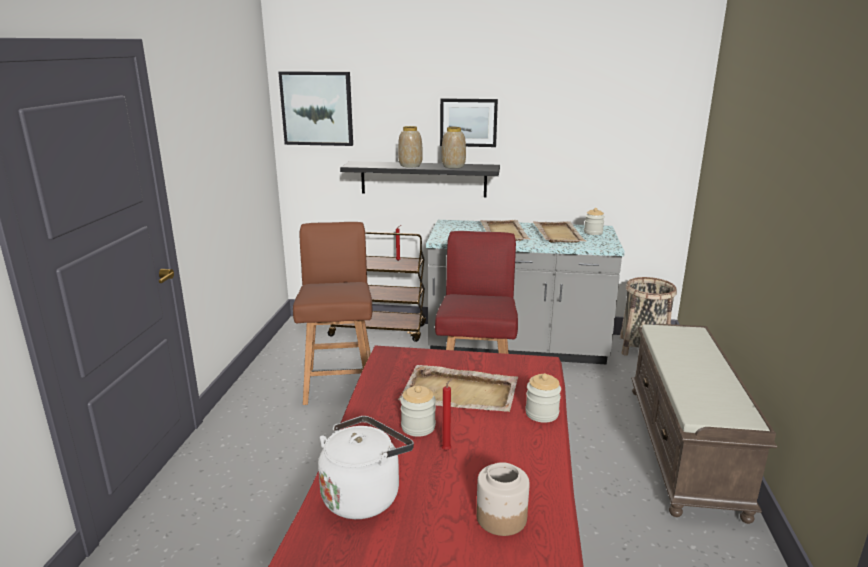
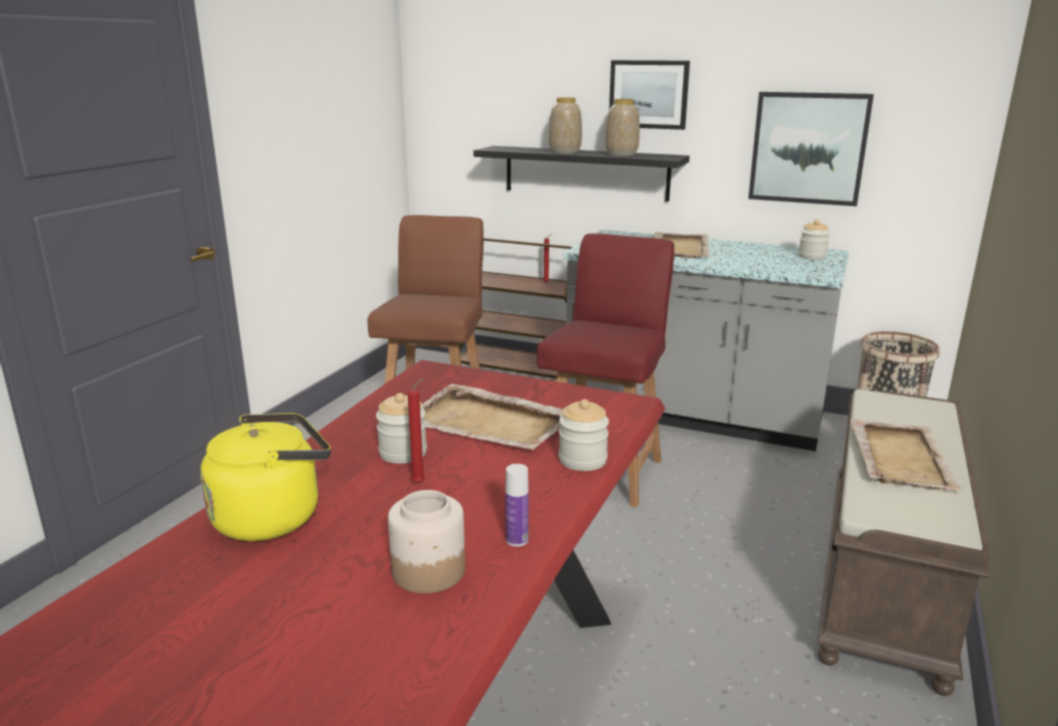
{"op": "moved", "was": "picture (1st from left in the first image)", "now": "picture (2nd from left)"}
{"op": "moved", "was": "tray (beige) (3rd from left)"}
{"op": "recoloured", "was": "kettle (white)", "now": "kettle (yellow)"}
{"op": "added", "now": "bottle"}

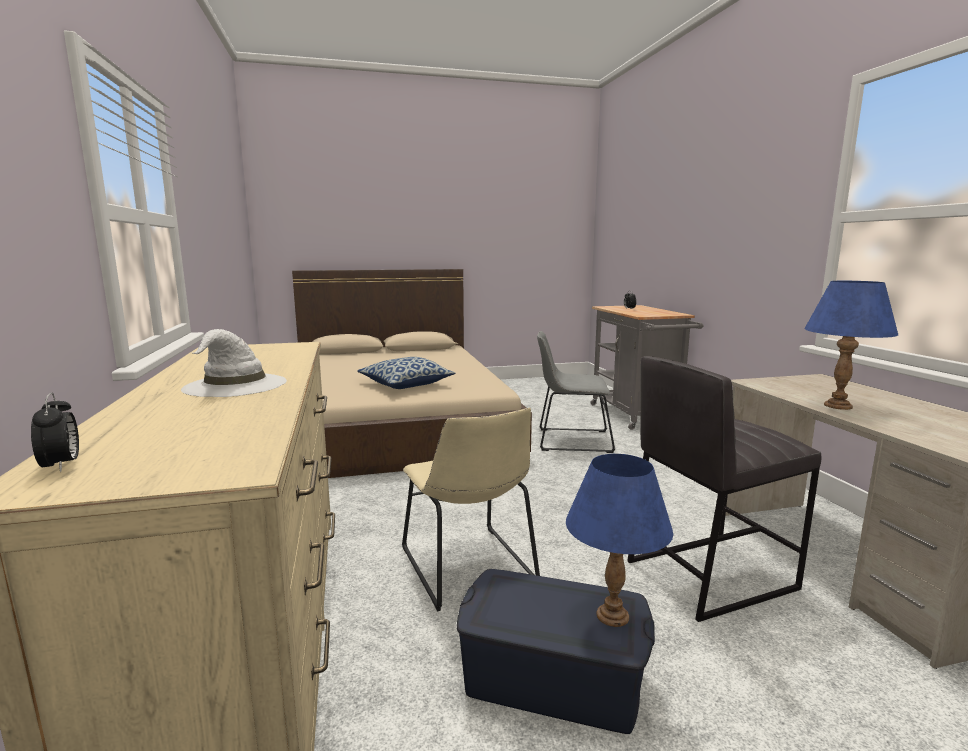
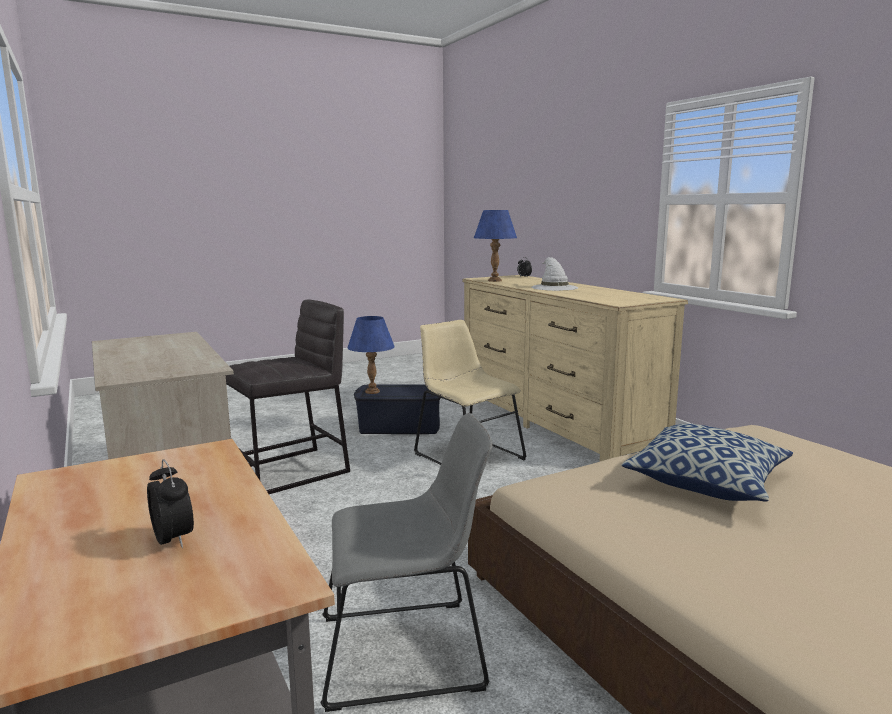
{"op": "moved", "was": "table lamp (blue) (2nd from left)"}

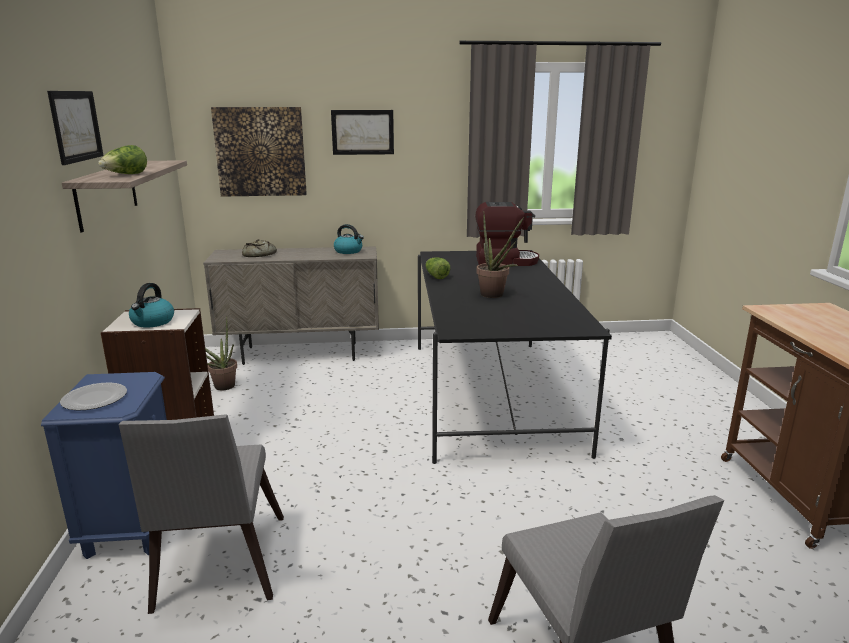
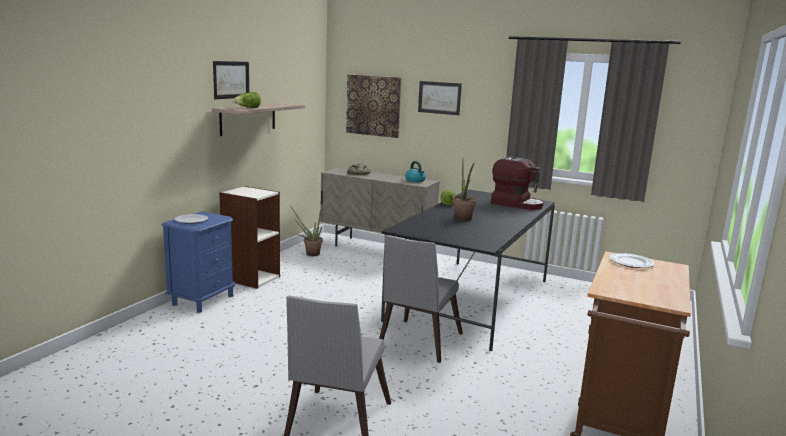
{"op": "removed", "was": "kettle (1st from left)"}
{"op": "moved", "was": "chair (grey) (1st from left in the first image)", "now": "chair (grey) (2nd from left)"}
{"op": "added", "now": "plate (2nd from left)"}

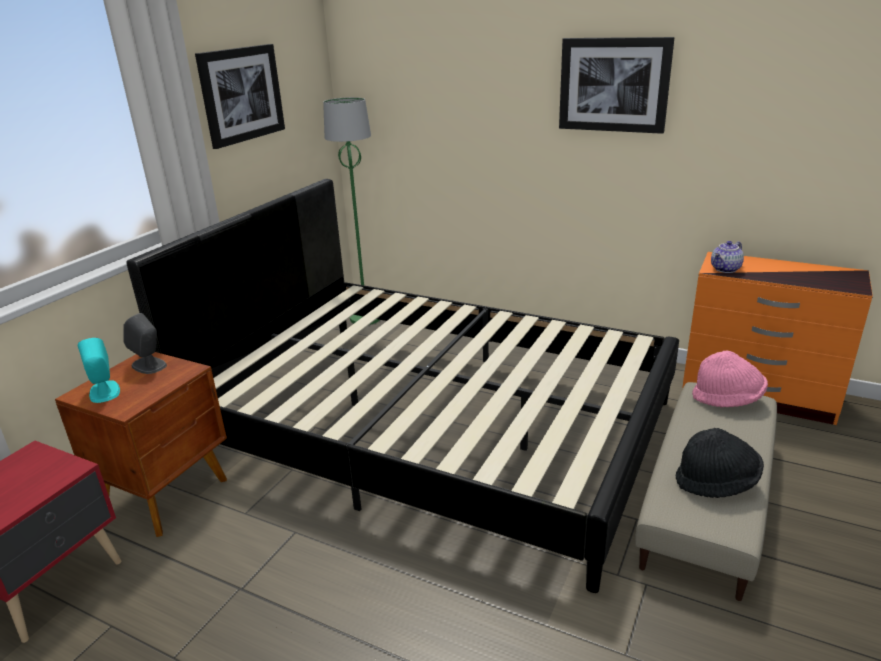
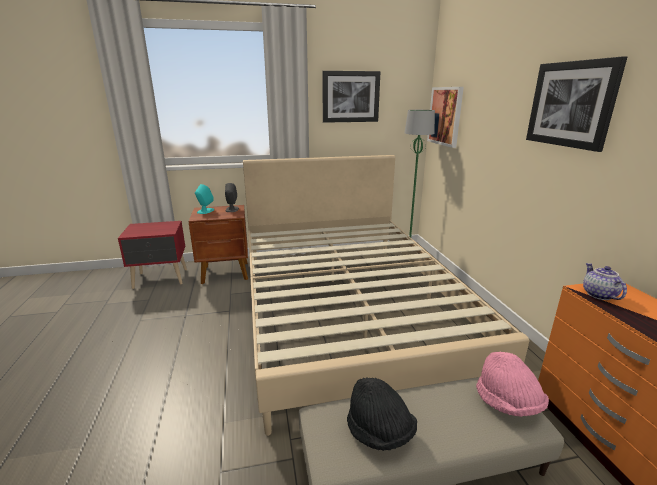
{"op": "recoloured", "was": "bed (black)", "now": "bed (beige)"}
{"op": "turned", "was": "teapot", "clockwise": 75}
{"op": "added", "now": "picture (2nd from left)"}

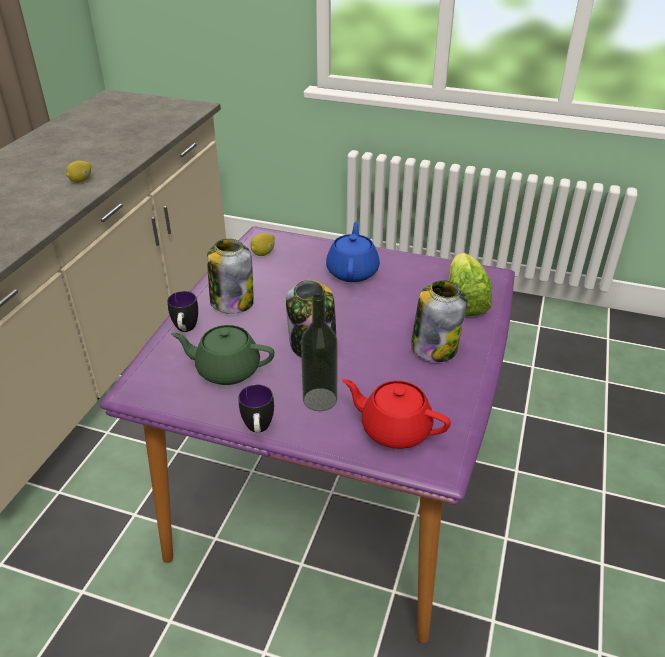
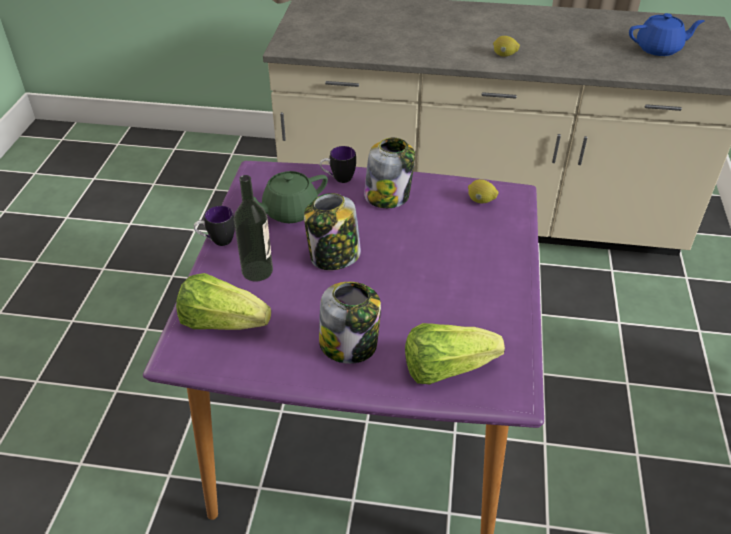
{"op": "moved", "was": "teapot (blue)"}
{"op": "turned", "was": "teapot (green)", "clockwise": -120}
{"op": "replaced", "was": "teapot (red)", "now": "lettuce (1st from left)"}

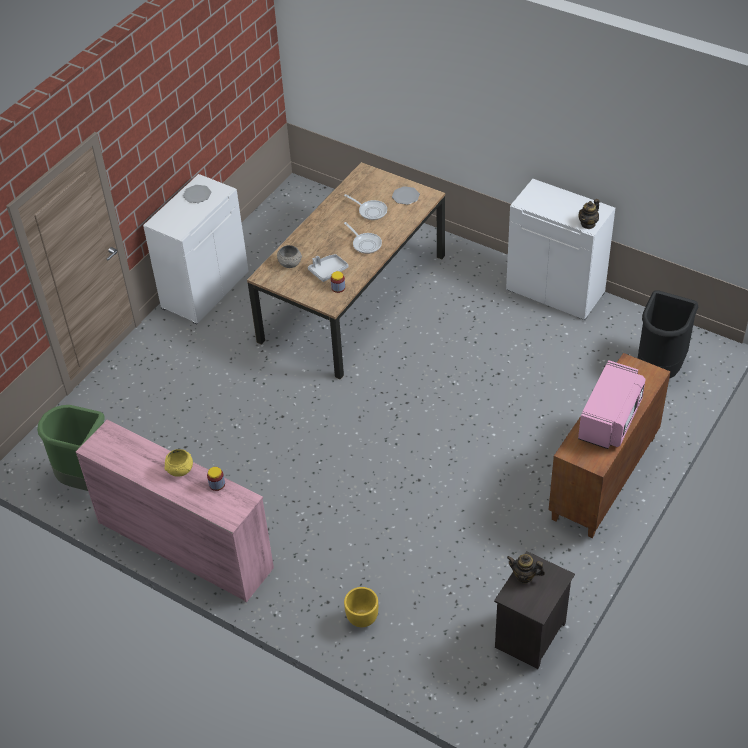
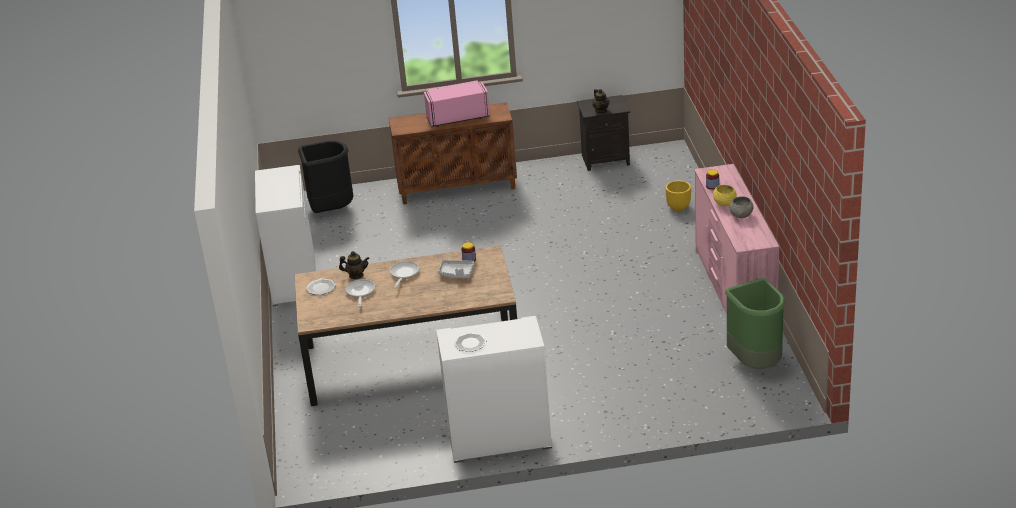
{"op": "moved", "was": "teapot (2nd from left in the first image)", "now": "teapot (1st from left)"}
{"op": "moved", "was": "bowl (grey)"}

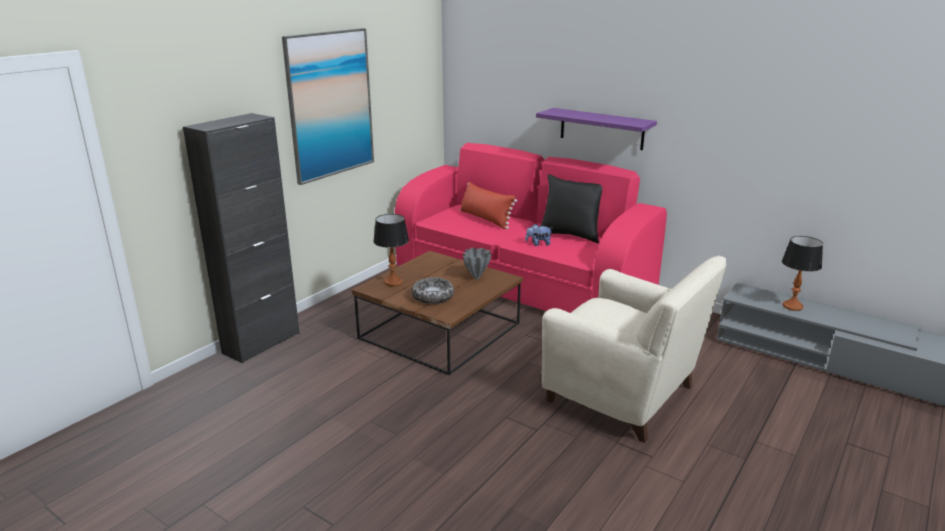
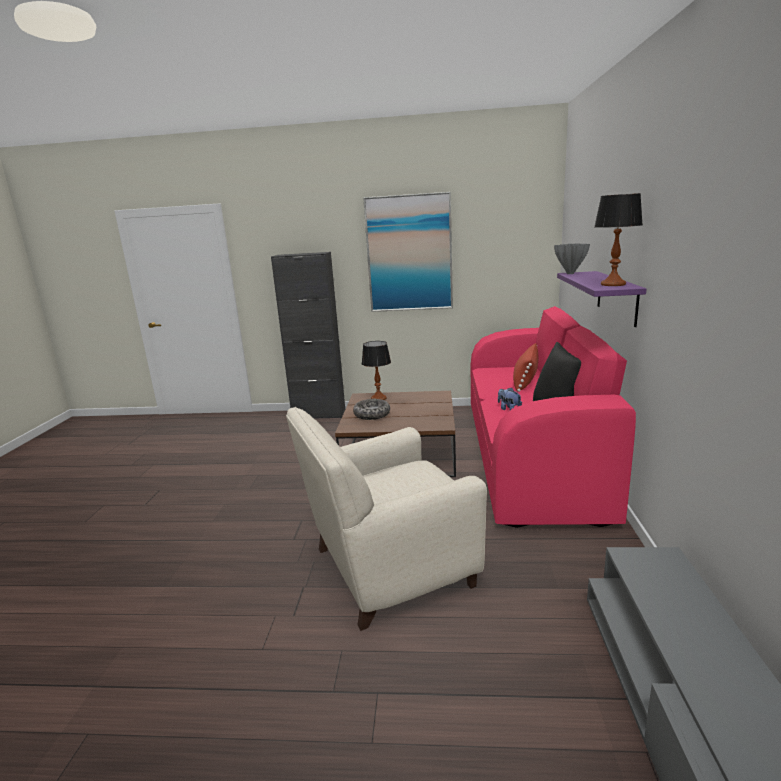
{"op": "moved", "was": "table lamp (2nd from left)"}
{"op": "moved", "was": "vase (grey)"}
{"op": "turned", "was": "armchair (beige)", "clockwise": 60}

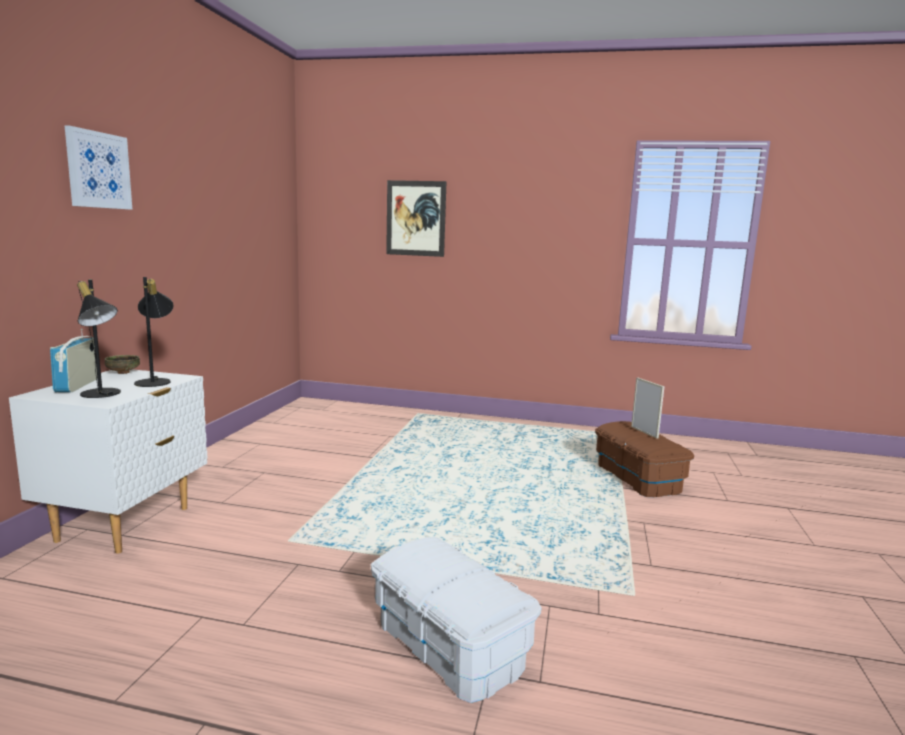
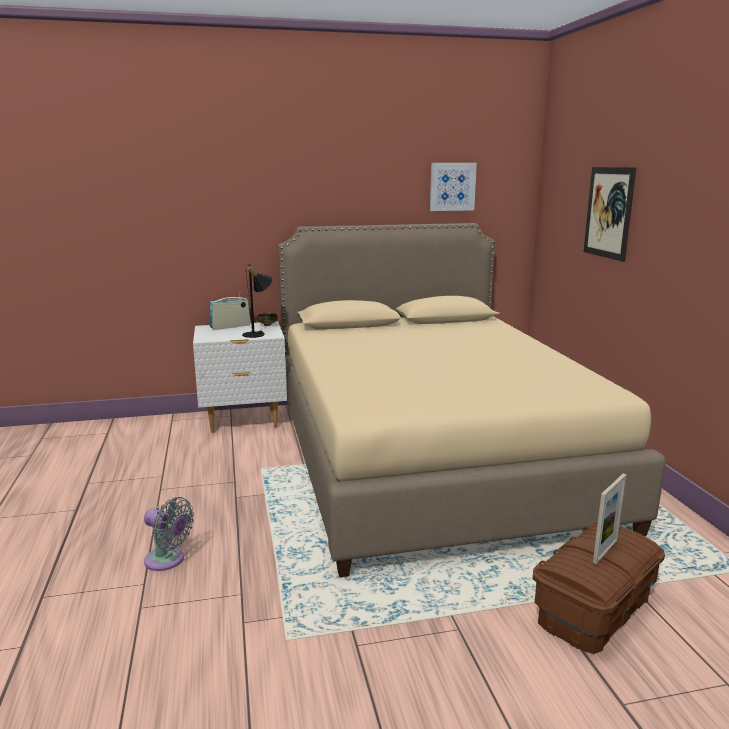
{"op": "moved", "was": "picture (1st from left)"}
{"op": "removed", "was": "table lamp (black) (1st from left)"}
{"op": "replaced", "was": "storage box (white)", "now": "fan (grey)"}
{"op": "added", "now": "bed (beige)"}

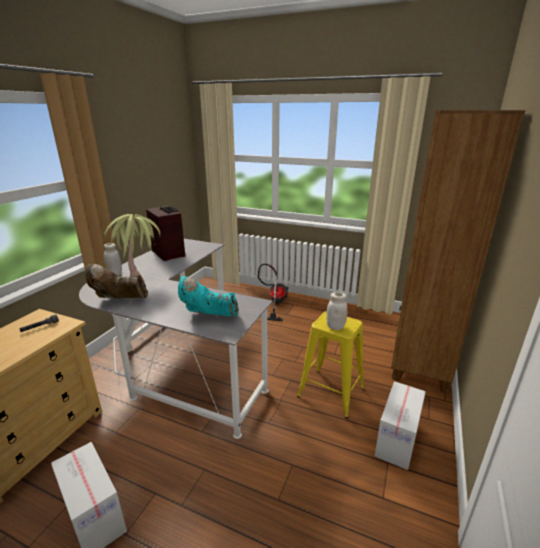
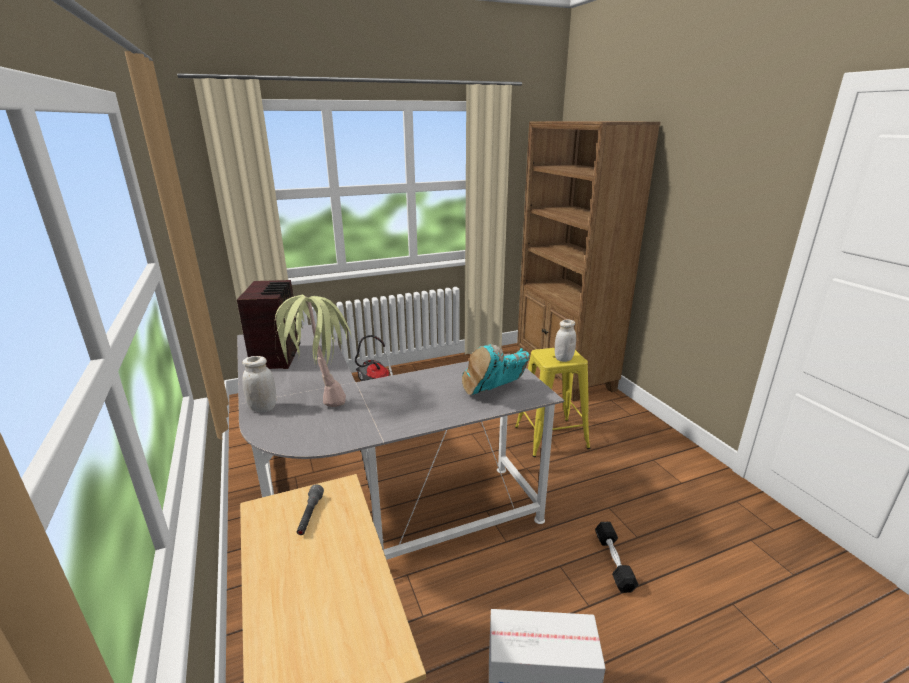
{"op": "turned", "was": "radio", "clockwise": 75}
{"op": "removed", "was": "boot (brown)"}
{"op": "removed", "was": "cardboard box (2nd from left)"}
{"op": "added", "now": "dumbbell (black)"}

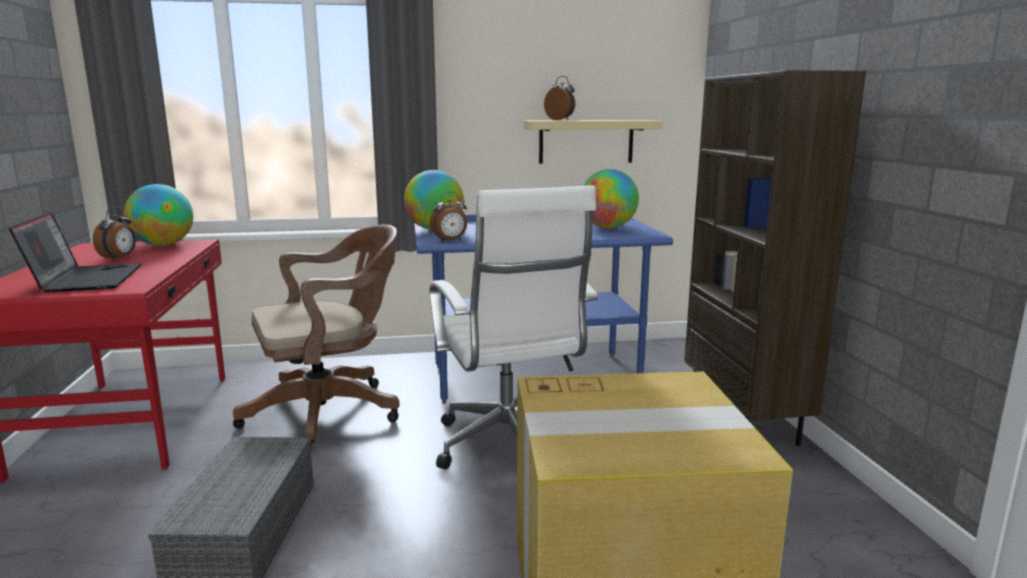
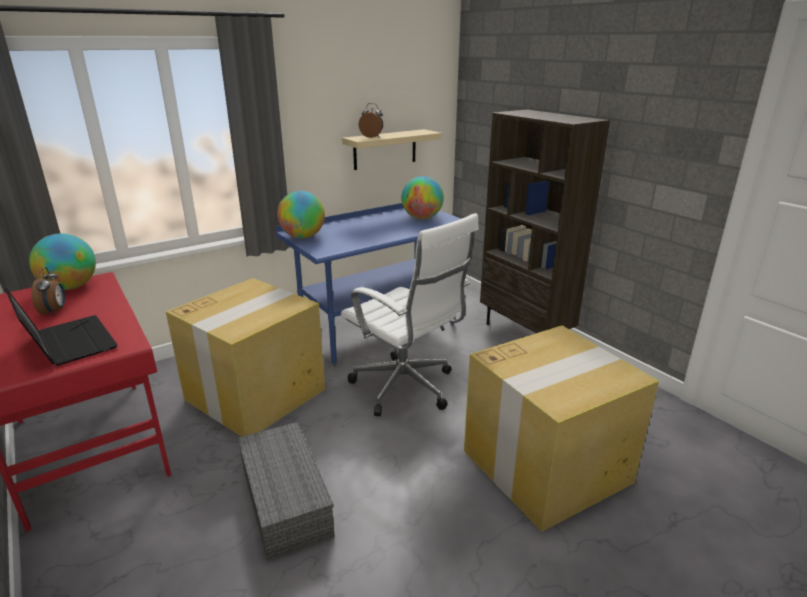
{"op": "removed", "was": "alarm clock (2nd from left)"}
{"op": "replaced", "was": "office chair (brown)", "now": "cardboard box (1st from left)"}

